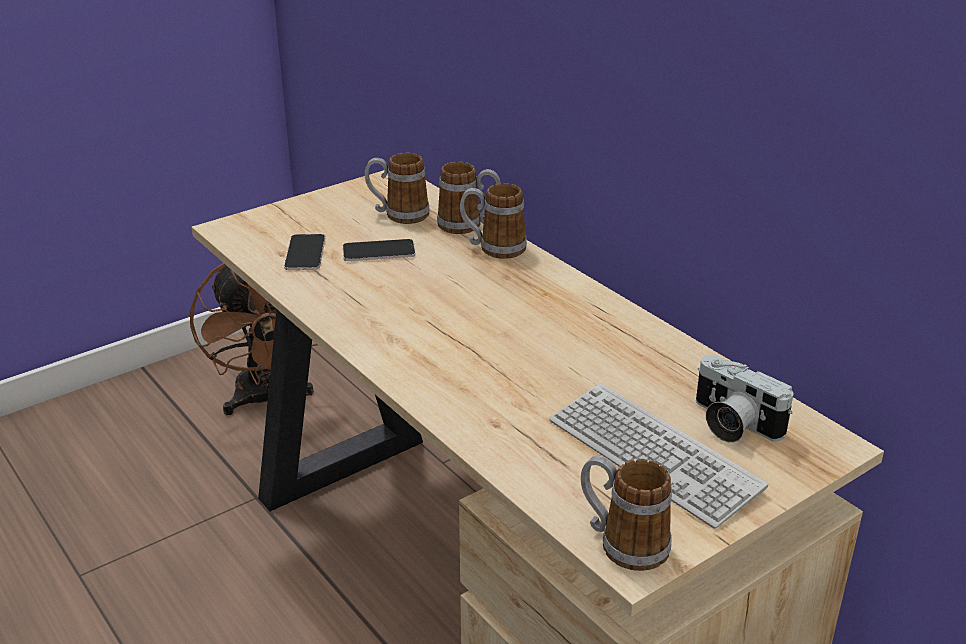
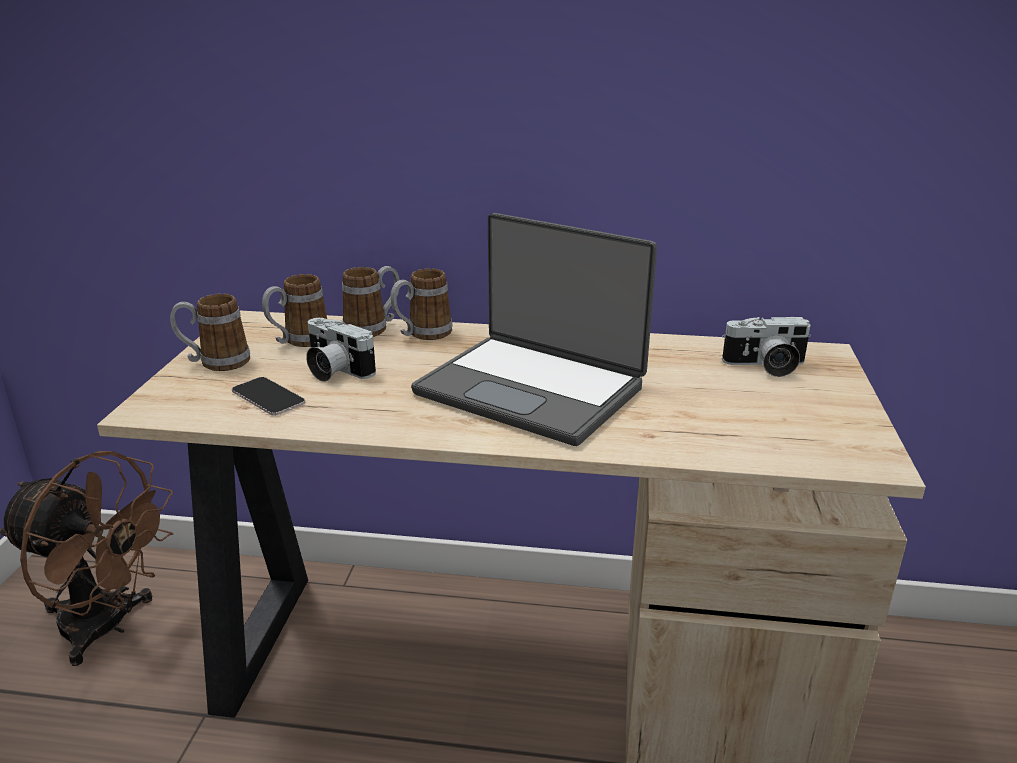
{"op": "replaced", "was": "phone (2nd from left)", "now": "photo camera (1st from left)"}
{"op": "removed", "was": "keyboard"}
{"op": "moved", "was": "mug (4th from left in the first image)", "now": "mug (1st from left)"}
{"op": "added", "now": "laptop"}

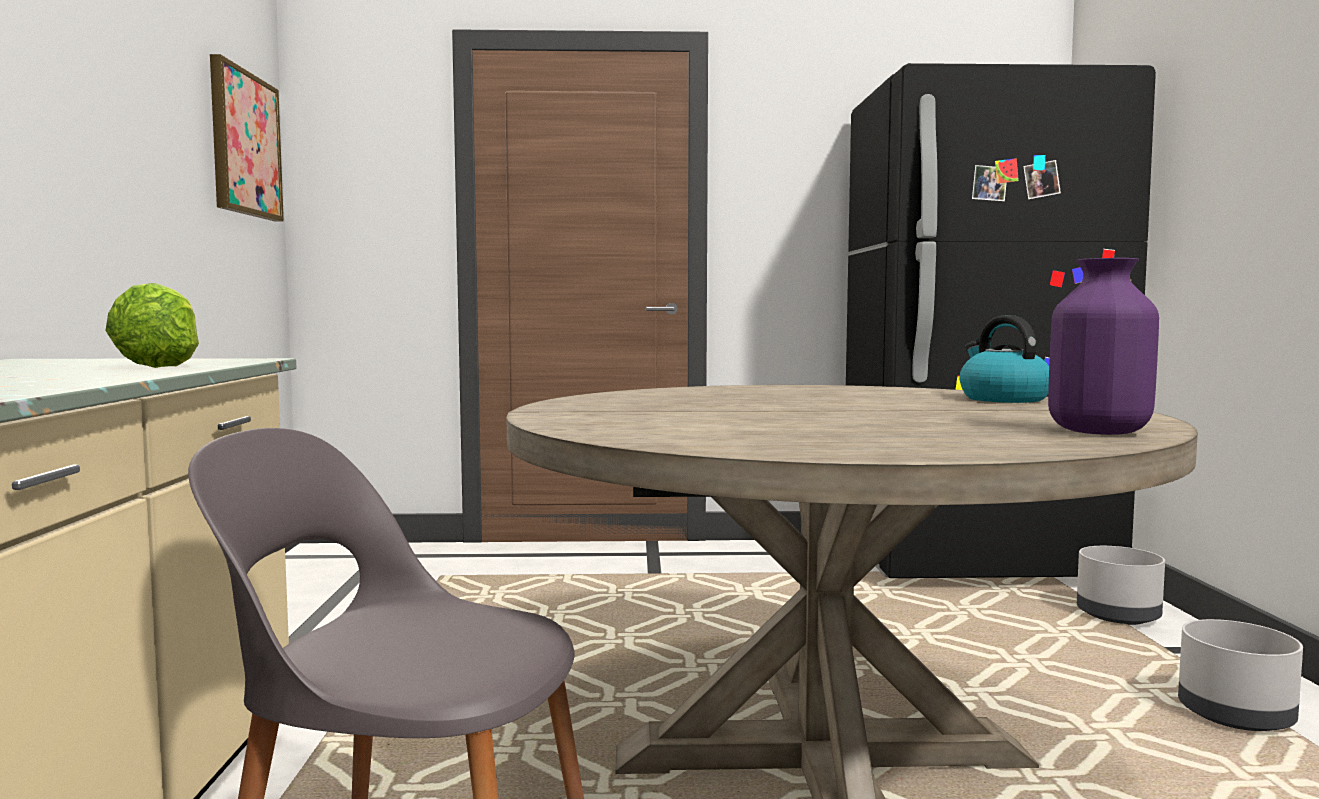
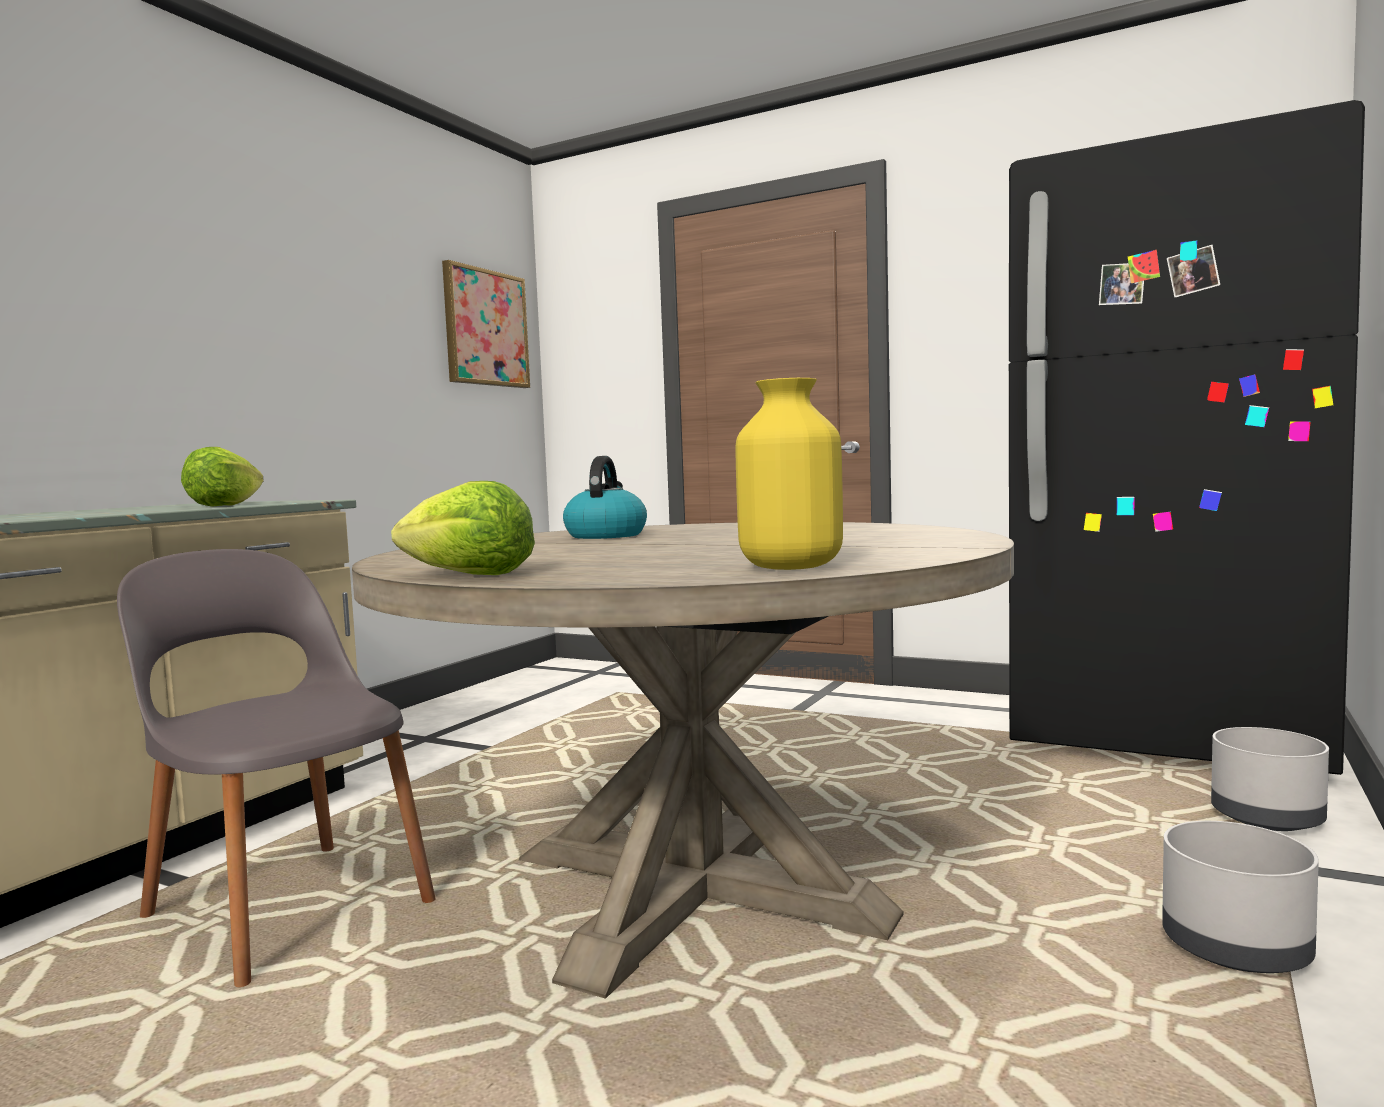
{"op": "recoloured", "was": "vase (purple)", "now": "vase (yellow)"}
{"op": "moved", "was": "kettle"}
{"op": "added", "now": "lettuce (2nd from left)"}

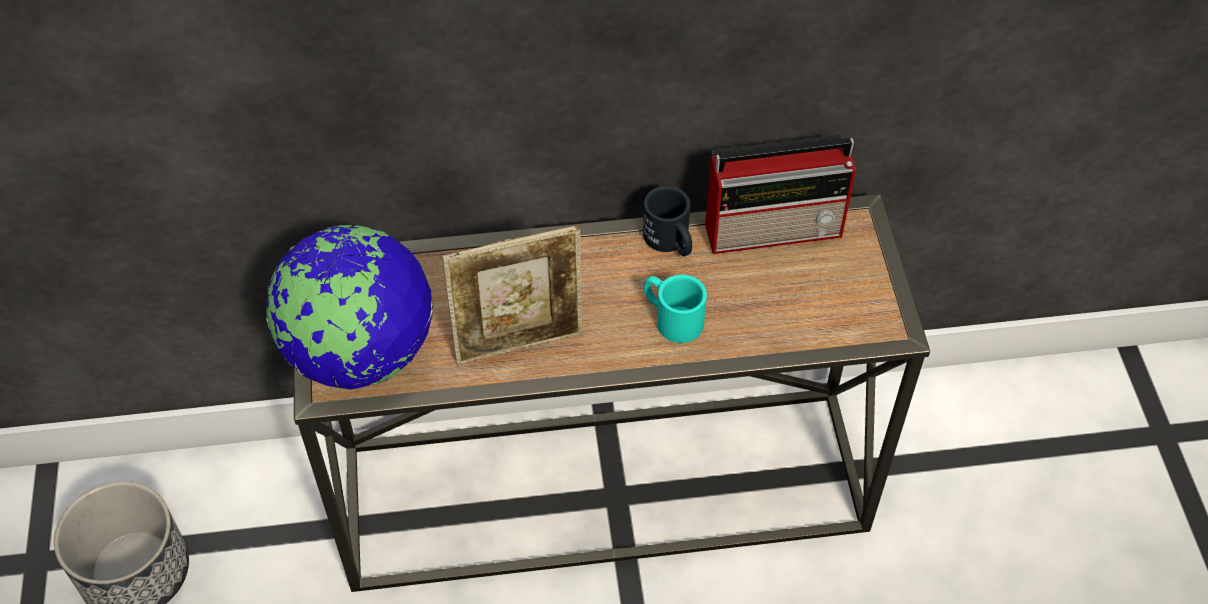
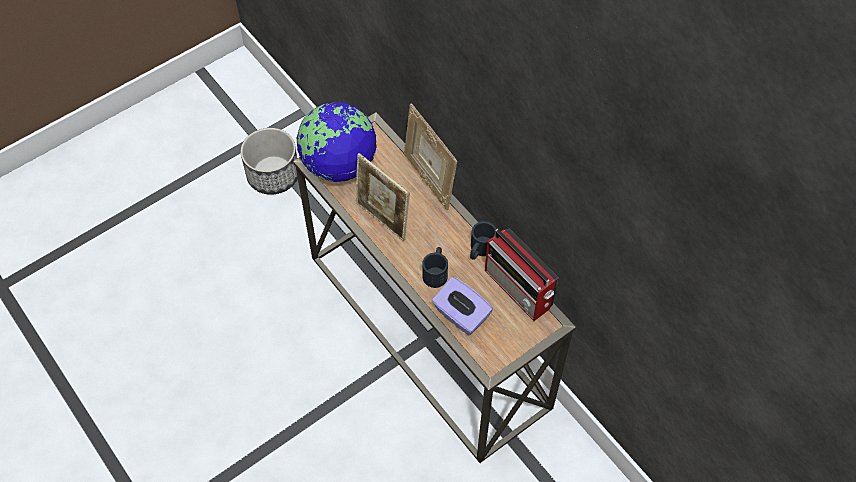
{"op": "recoloured", "was": "mug (turquoise)", "now": "mug (black) (1st from left)"}
{"op": "added", "now": "picture frame (2nd from left)"}
{"op": "added", "now": "tissue box (purple)"}

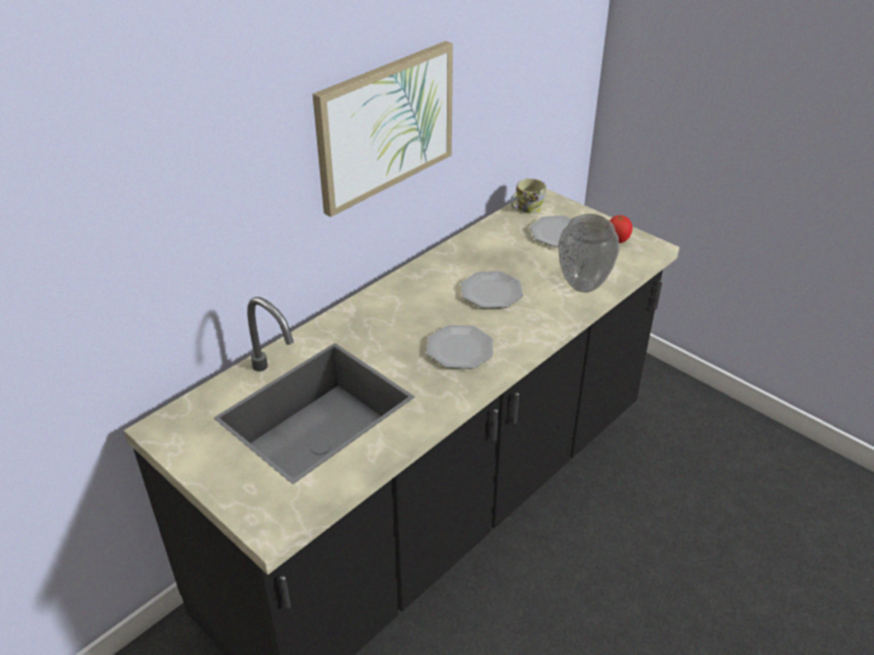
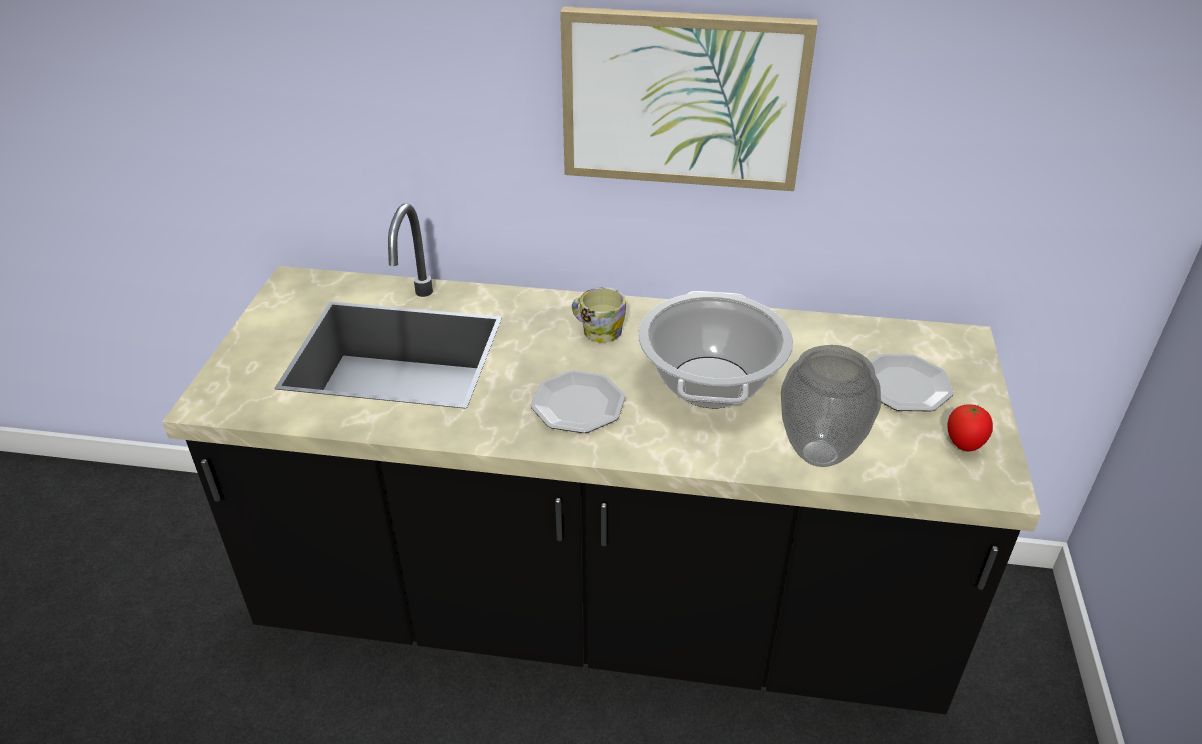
{"op": "moved", "was": "mug"}
{"op": "replaced", "was": "plate (2nd from left)", "now": "cooking pot"}

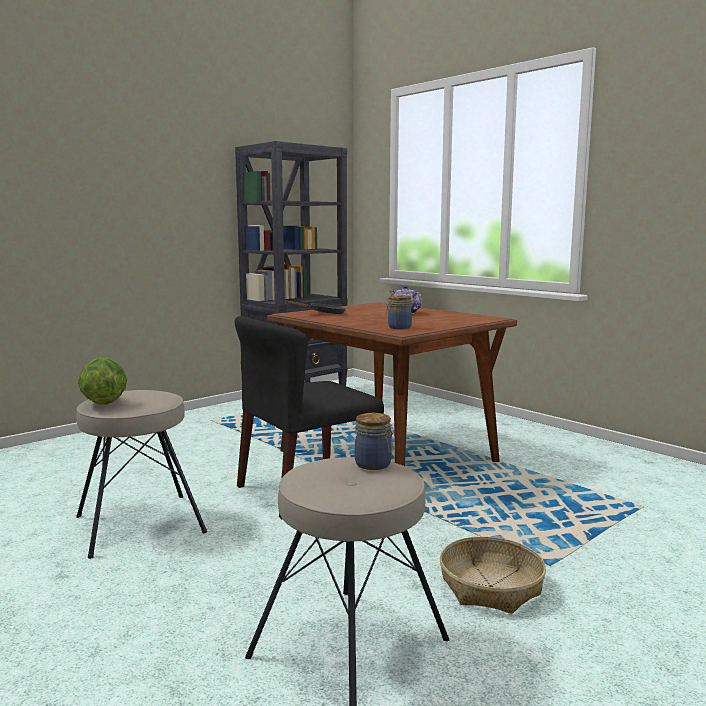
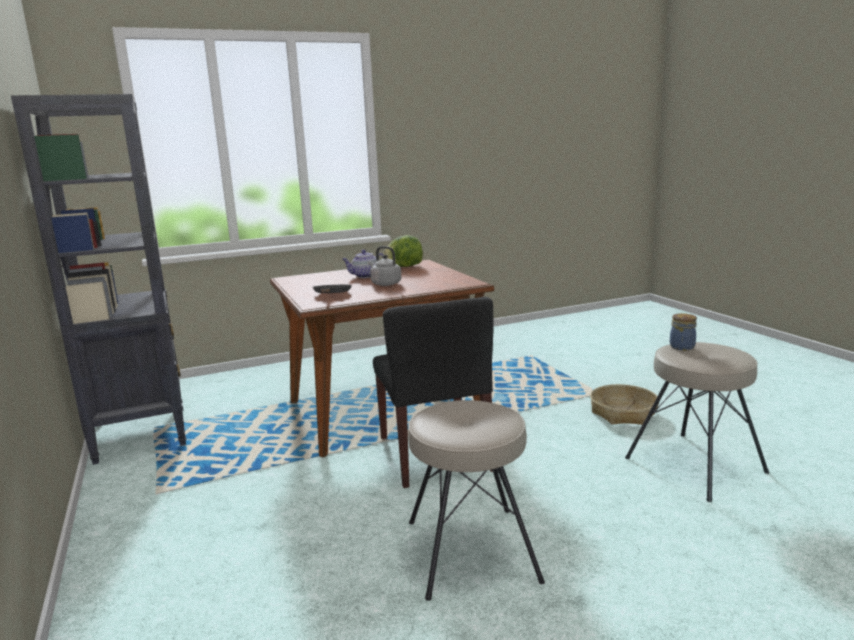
{"op": "removed", "was": "jar (2nd from left)"}
{"op": "moved", "was": "lettuce"}
{"op": "added", "now": "kettle (grey)"}

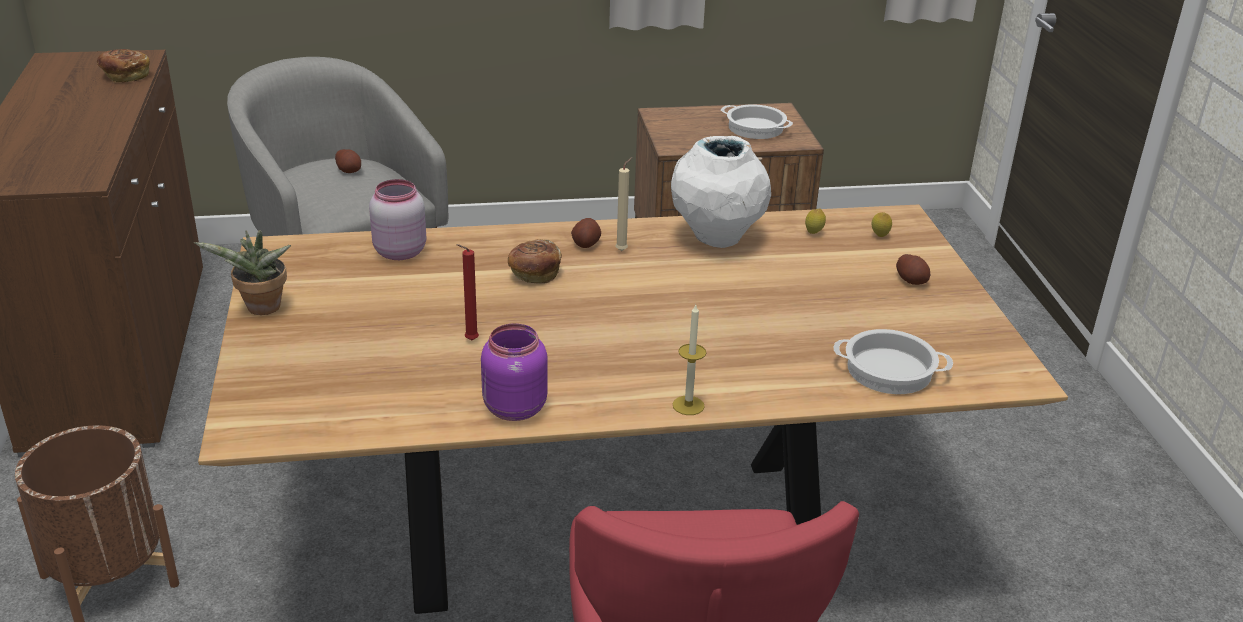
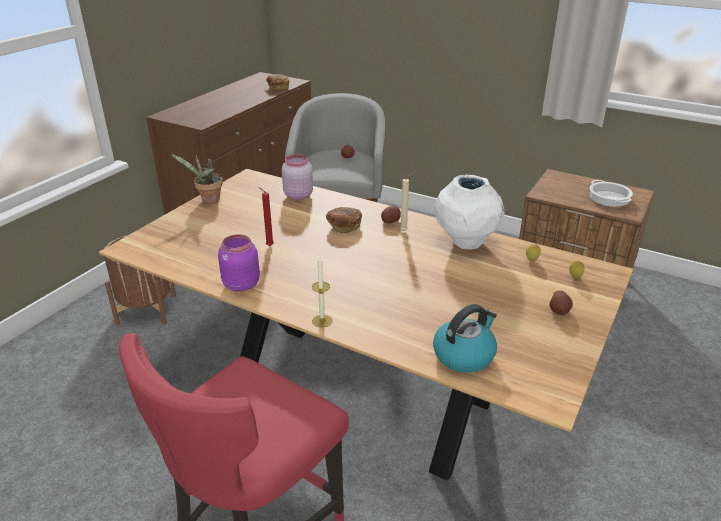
{"op": "replaced", "was": "cooking pot (2nd from left)", "now": "kettle"}

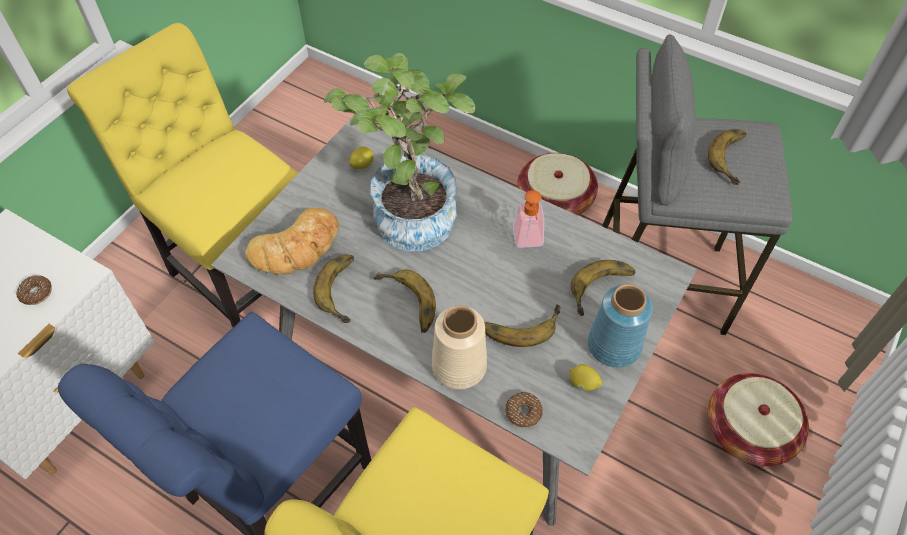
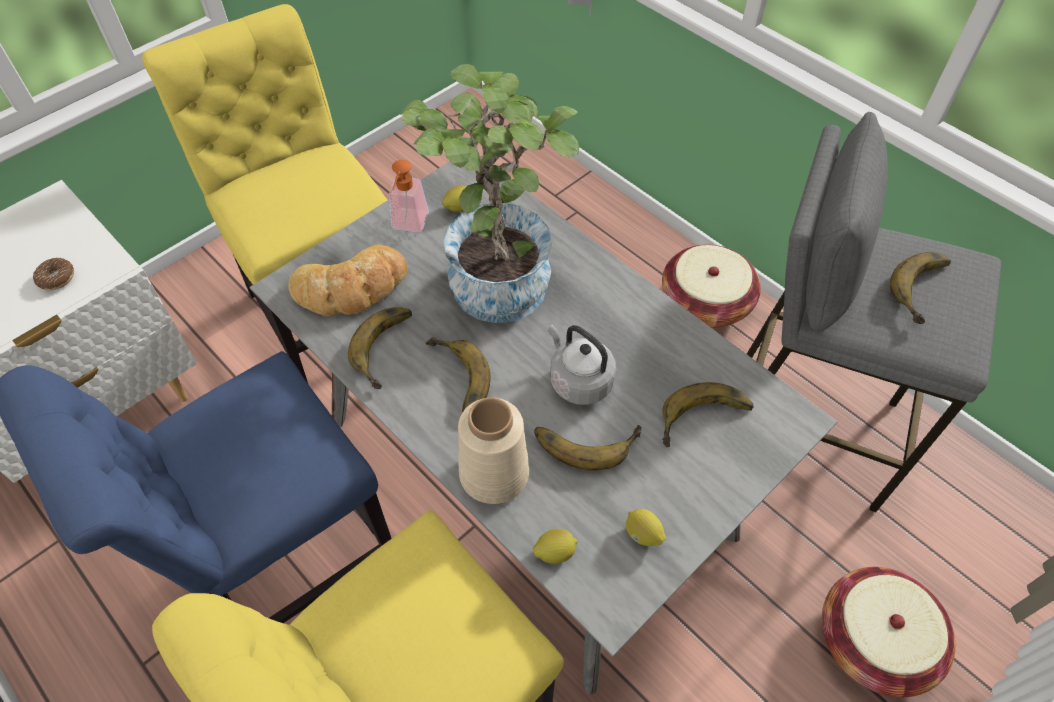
{"op": "moved", "was": "soap dispenser"}
{"op": "removed", "was": "vase (blue)"}
{"op": "replaced", "was": "donut (2nd from left)", "now": "lemon (2nd from left)"}
{"op": "added", "now": "kettle (grey)"}

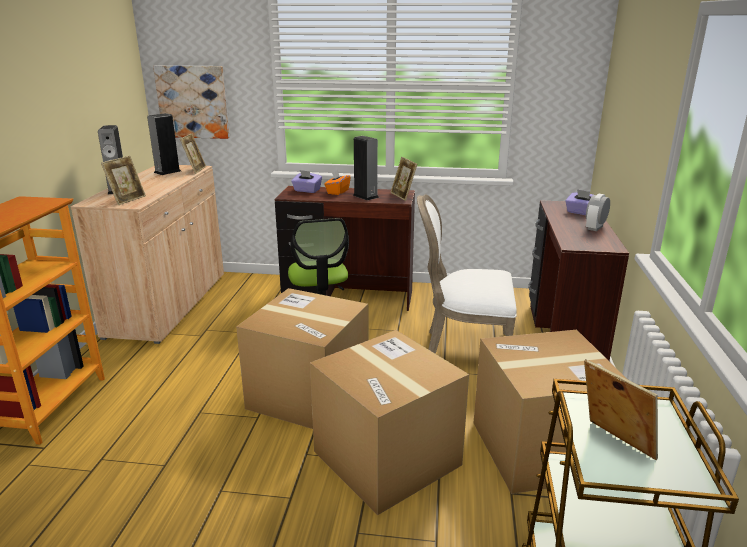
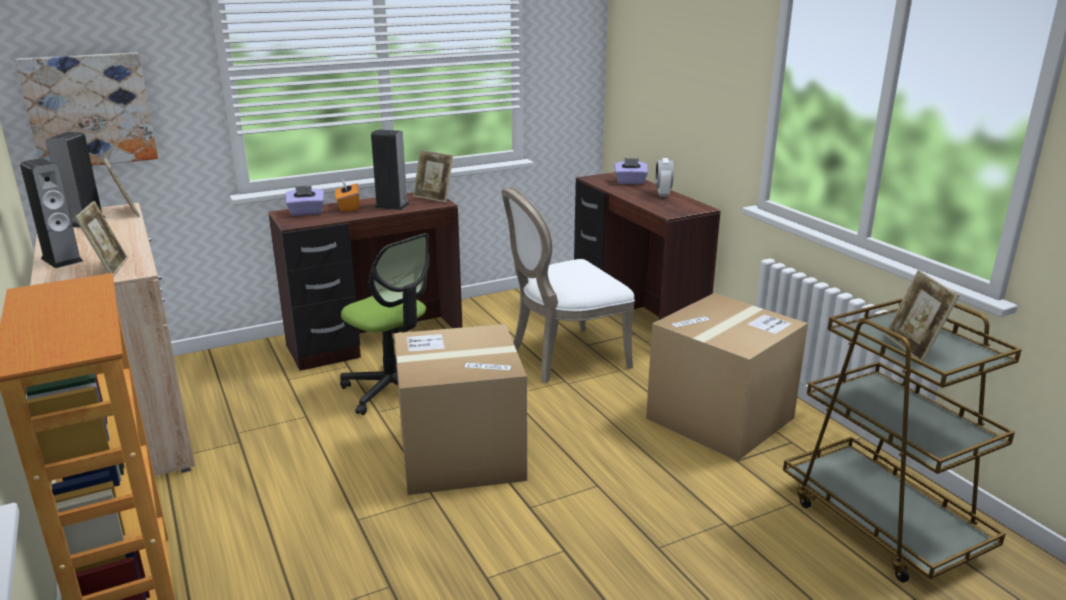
{"op": "removed", "was": "cardboard box (2nd from left)"}
{"op": "turned", "was": "picture frame (4th from left)", "clockwise": -120}

